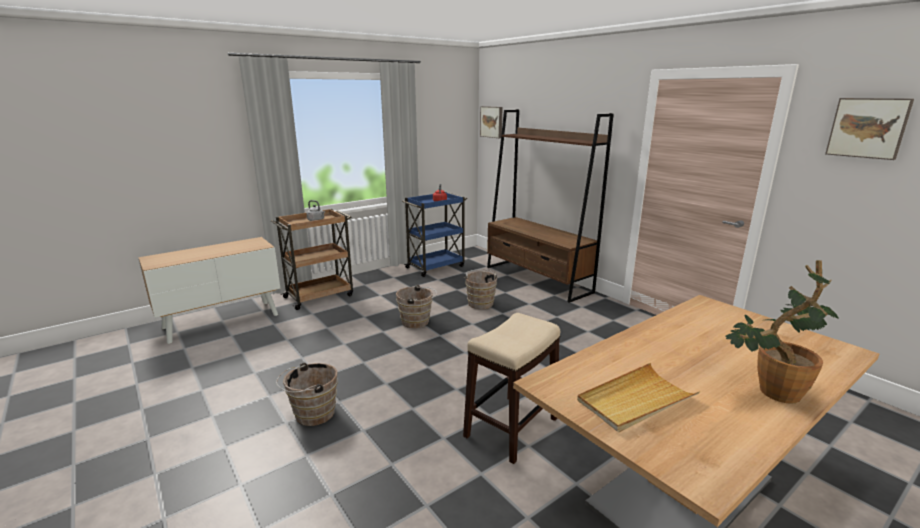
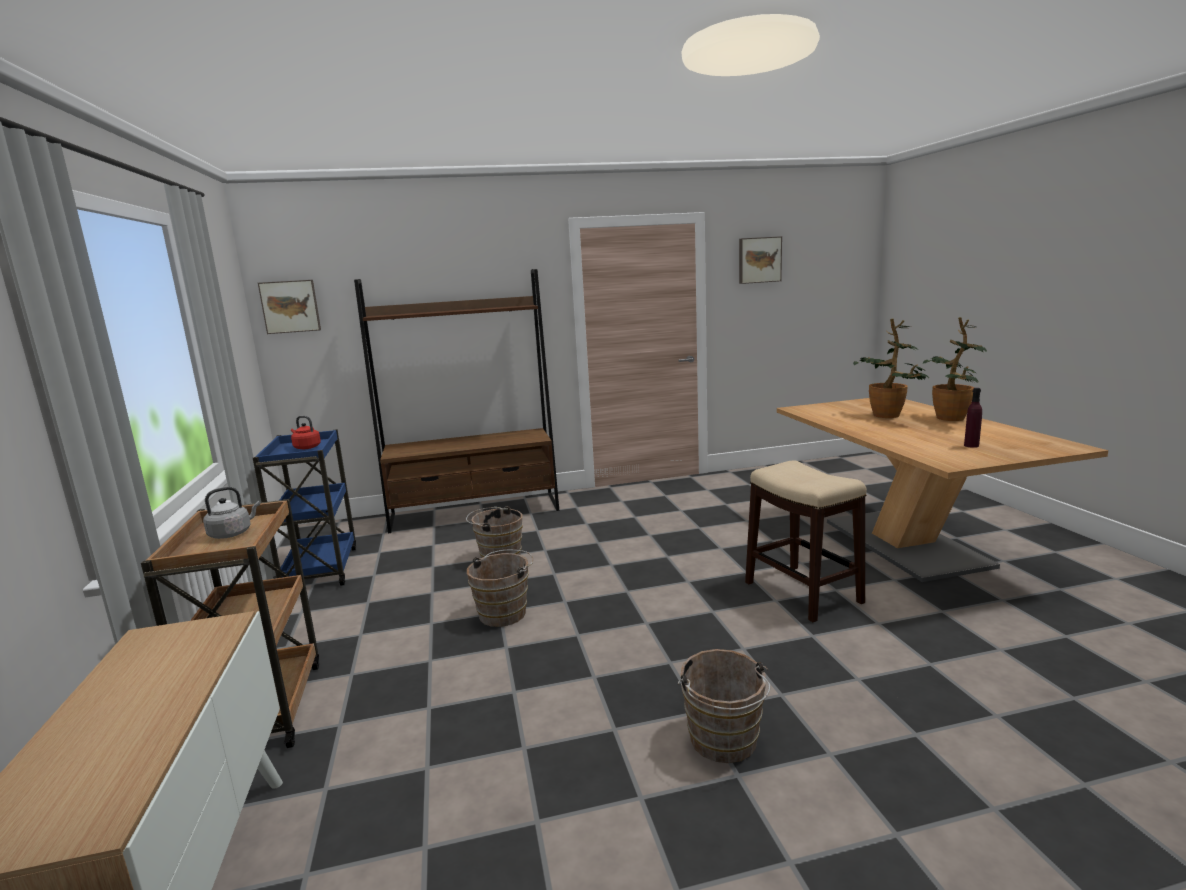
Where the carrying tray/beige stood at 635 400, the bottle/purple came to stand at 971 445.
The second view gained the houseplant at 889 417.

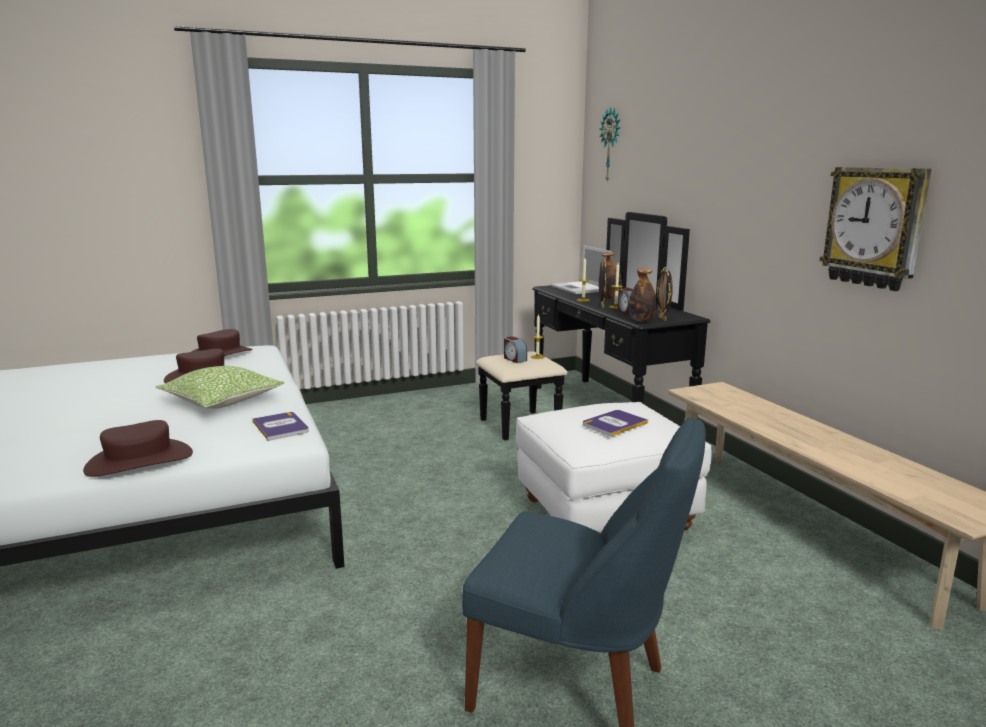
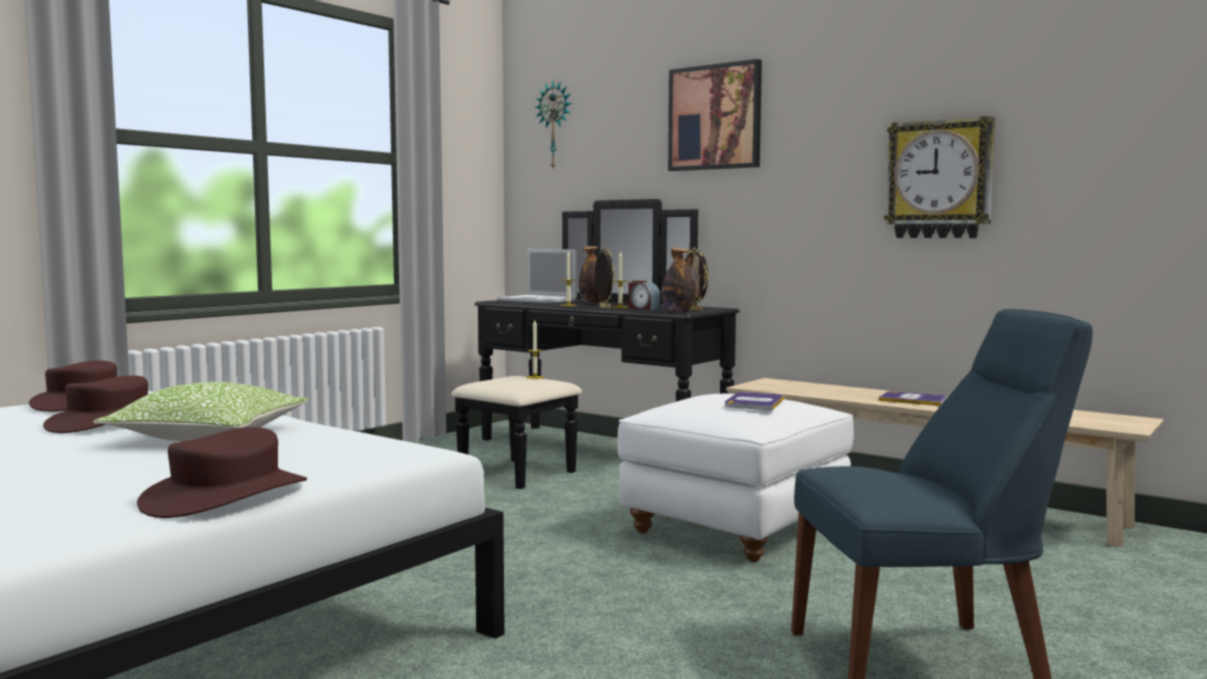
The second view lost the alarm clock at 514 359.
The bound book ended up elsewhere, having gone from 280 427 to 913 400.
The second view gained the wall art at 715 117.

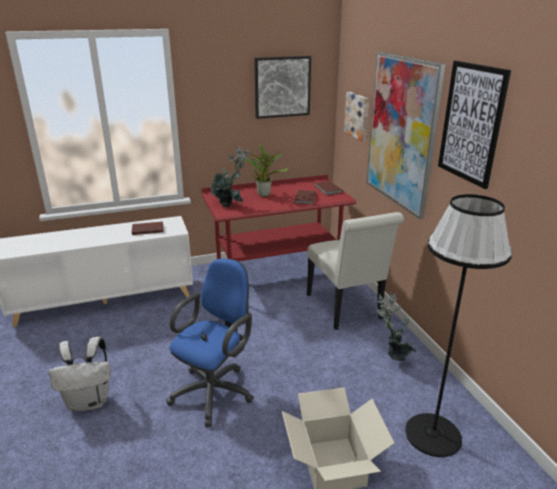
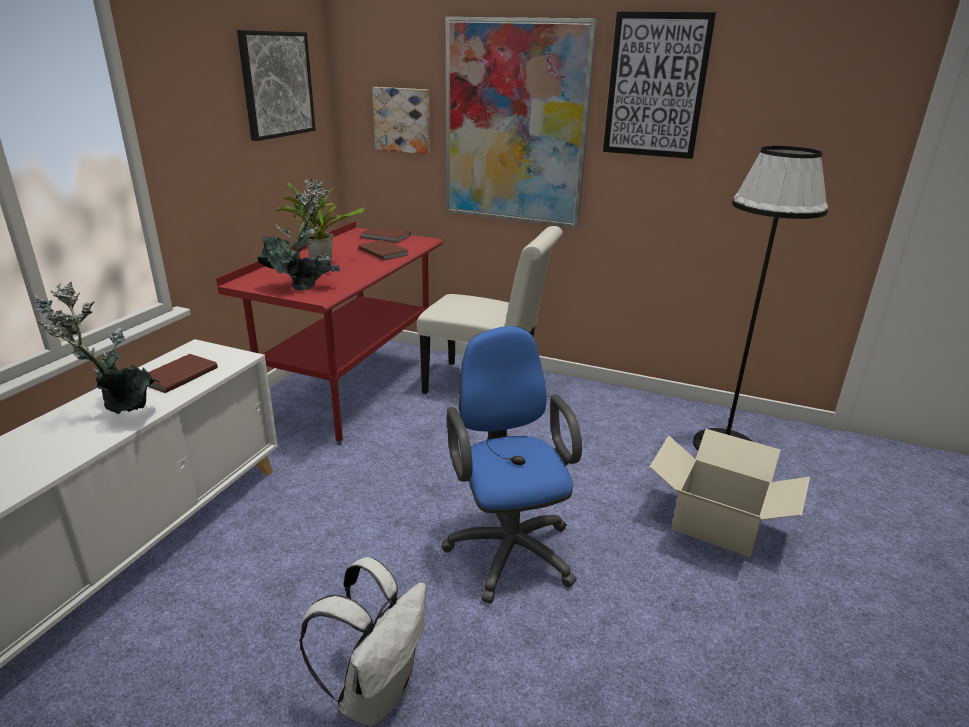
The houseplant ended up elsewhere, having gone from 394 356 to 121 413.

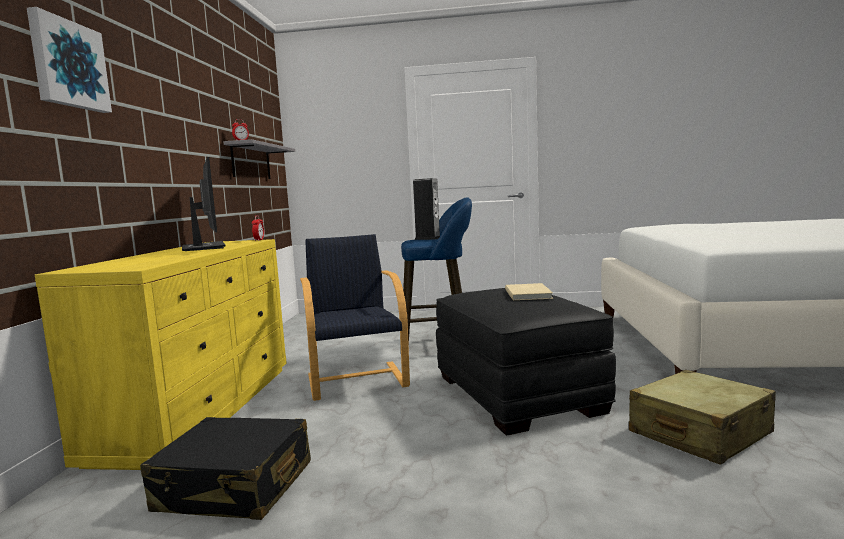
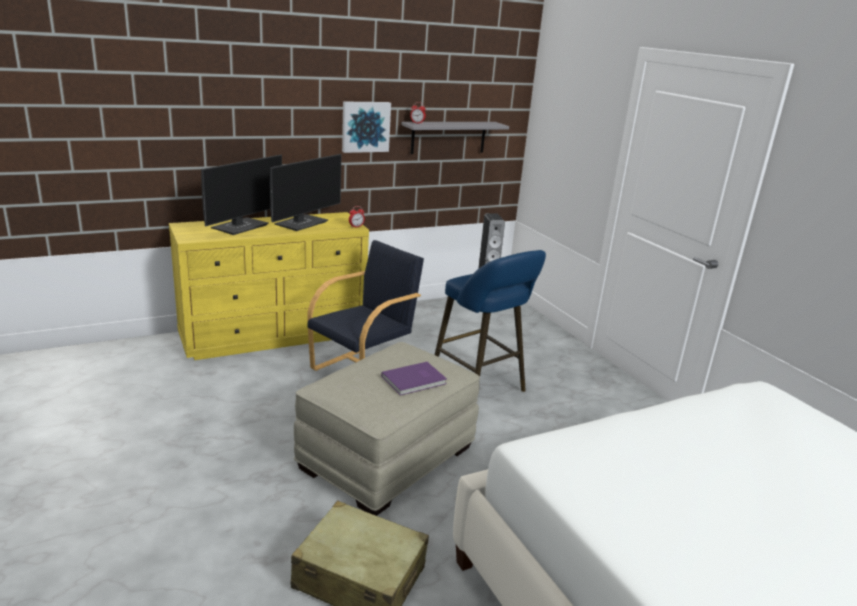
The wall art ended up elsewhere, having gone from 68 65 to 365 126.
What was the bound book/beige at 529 293 turned into the bound book/purple at 415 380.
What was the pouffe/black-coloured at 516 393 turned into the pouffe/beige at 387 457.
The second view lost the suitcase/black-coloured at 235 487.
The second view gained the monitor at 241 226.

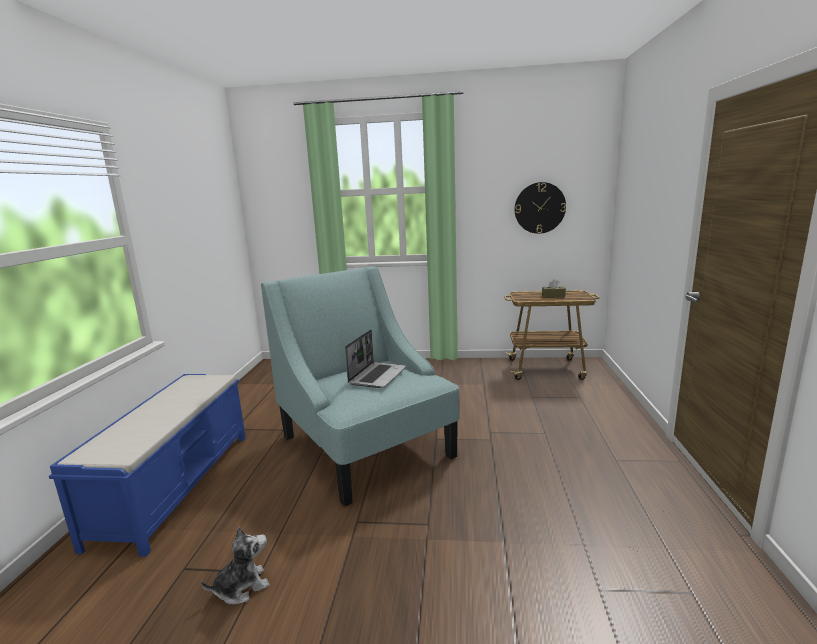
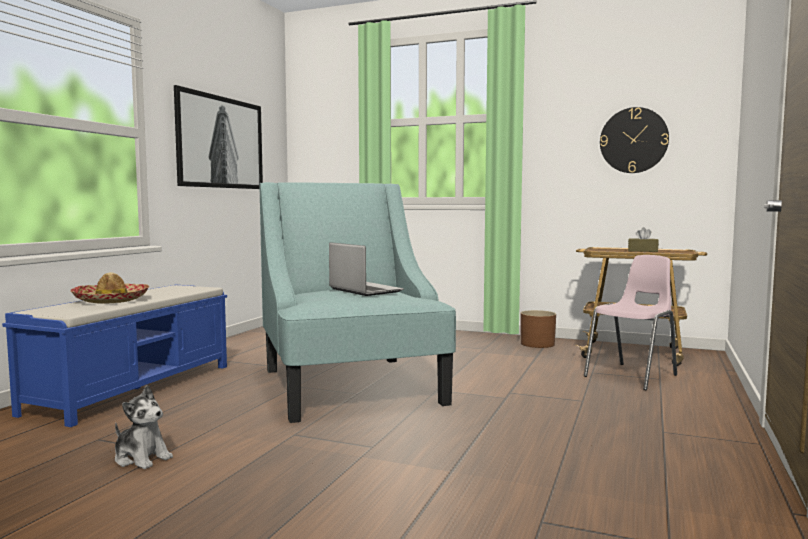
The notebook computer at 377 376 ended up facing another way, 75 degrees counterclockwise from before.
The cuddly toy at 242 587 ended up facing another way, 45 degrees clockwise from before.
The second view gained the wall art at 221 142.
The second view gained the upright chair/pink at 632 376.
The second view gained the wearable hat at 111 300.
The second view gained the planter/brown at 537 344.

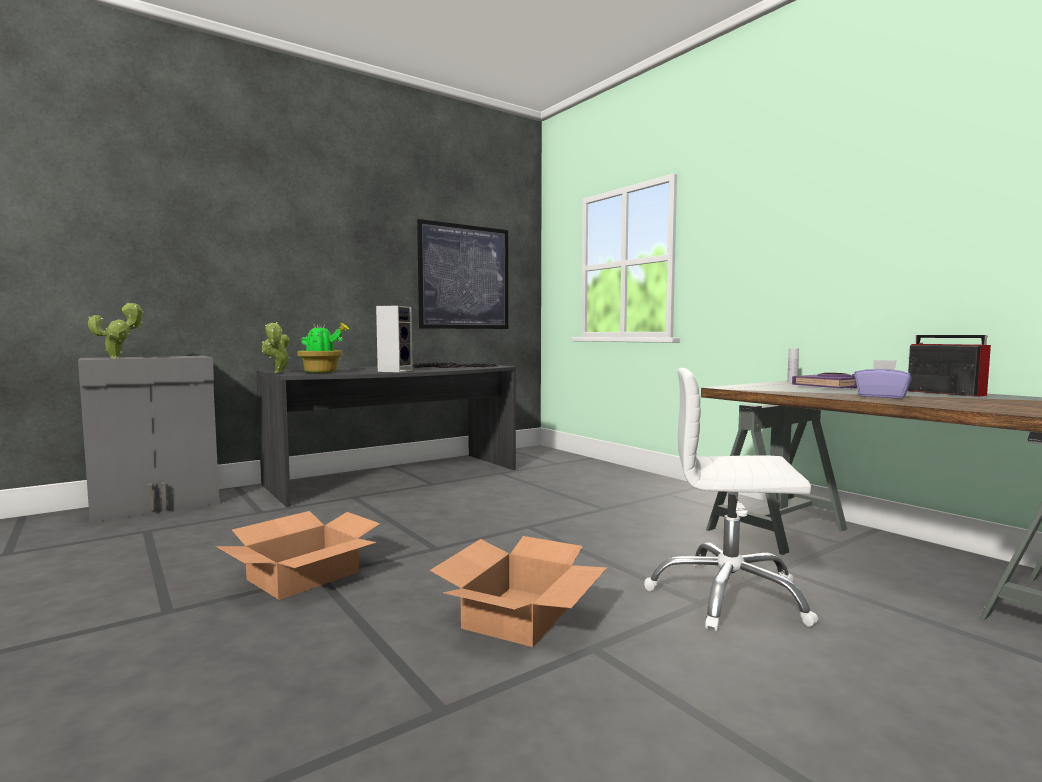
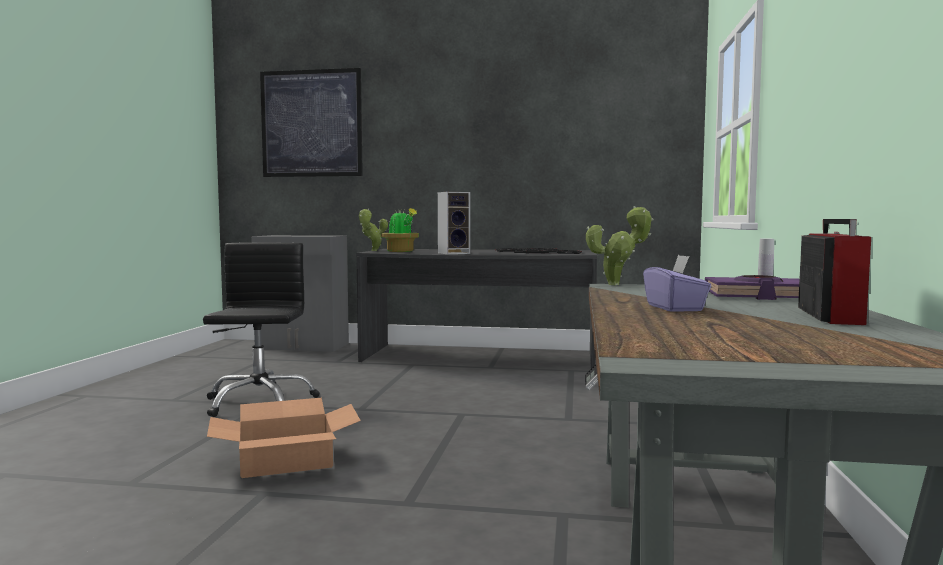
The wall art ended up elsewhere, having gone from 464 277 to 311 123.
The houseplant ended up elsewhere, having gone from 119 358 to 617 284.
The second view lost the computer chair/white-coloured at 728 596.
Where the carton stood at 304 576, the computer chair/black-coloured came to stand at 259 402.

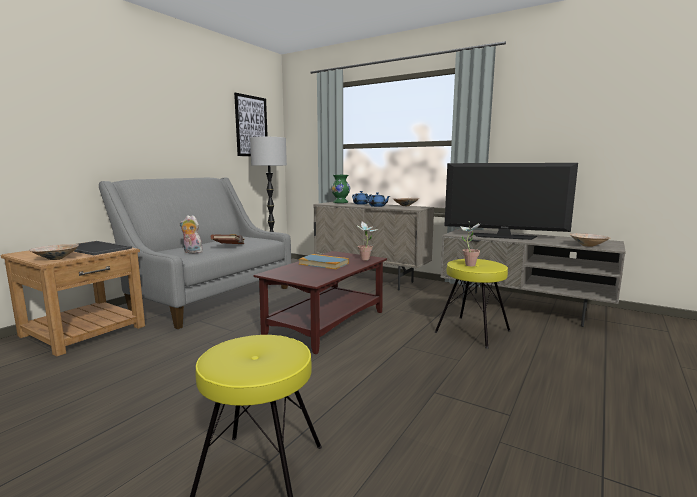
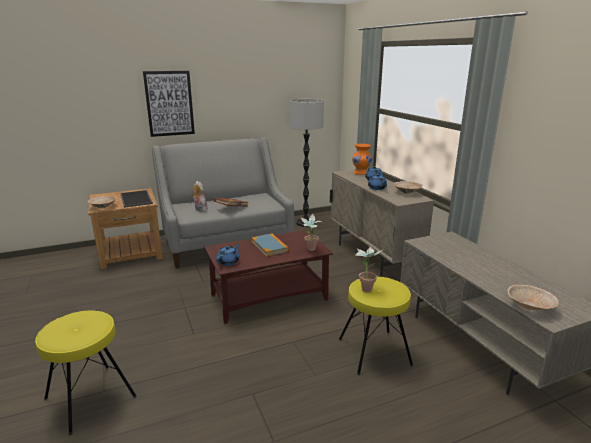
The wall art ended up elsewhere, having gone from 251 126 to 169 103.
The second view lost the TV at 503 236.
What was the flower vase/green at 340 202 turned into the flower vase/orange-coloured at 360 173.
The second view gained the pot for tea/bluish at 228 262.

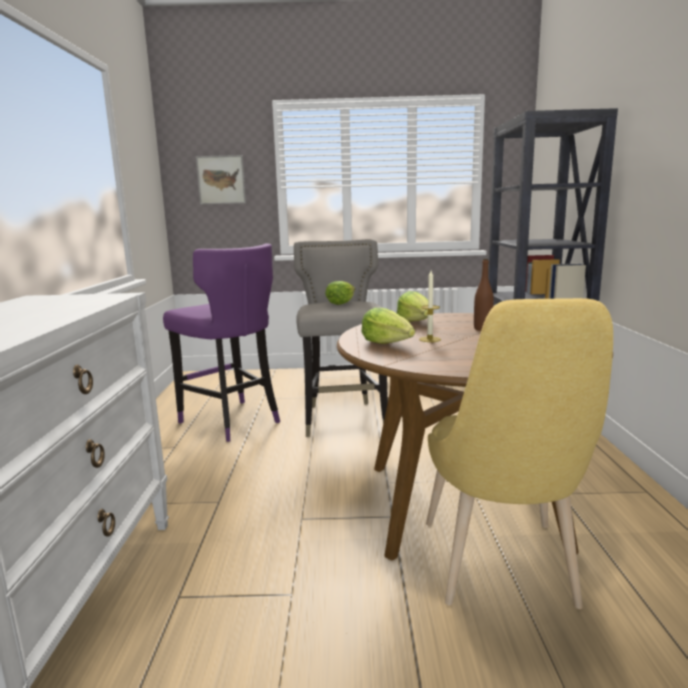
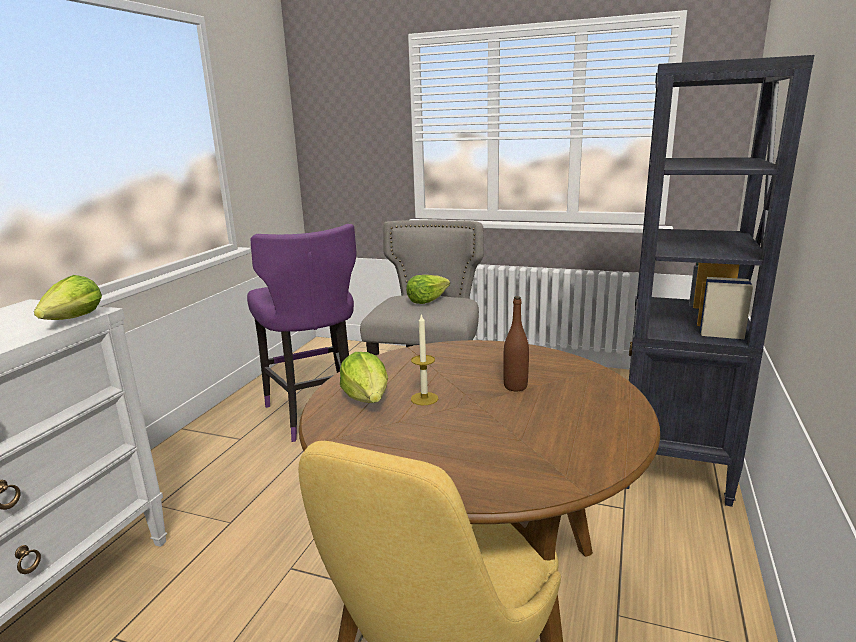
The second view lost the wall art at 221 180.
The head of lettuce ended up elsewhere, having gone from 416 322 to 74 319.

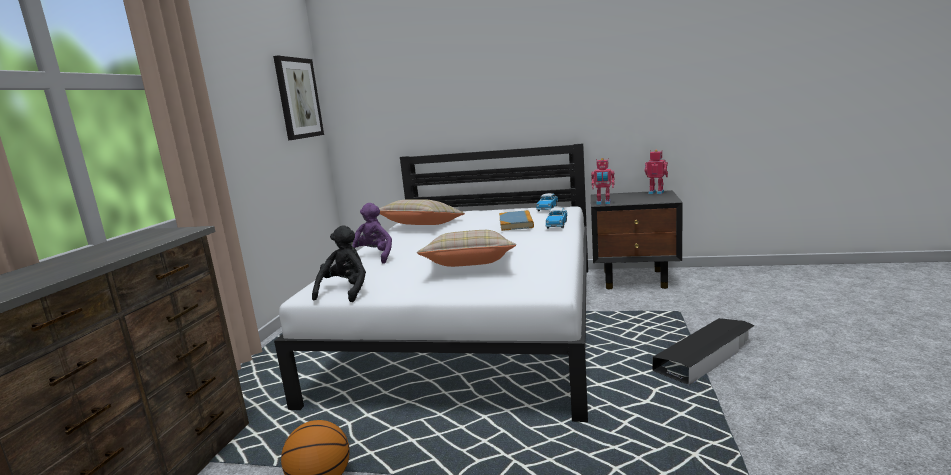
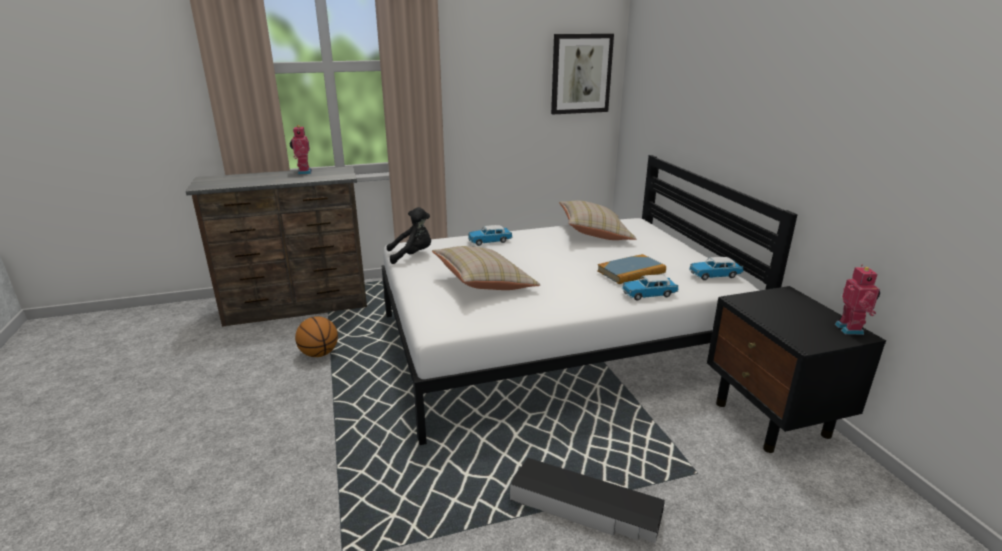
The robot figure ended up elsewhere, having gone from 603 203 to 303 172.
Where the cuddly toy/purple stood at 372 257, the model car came to stand at 489 241.

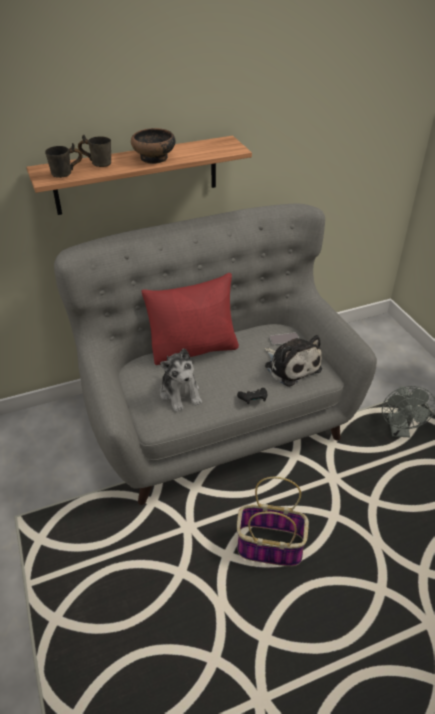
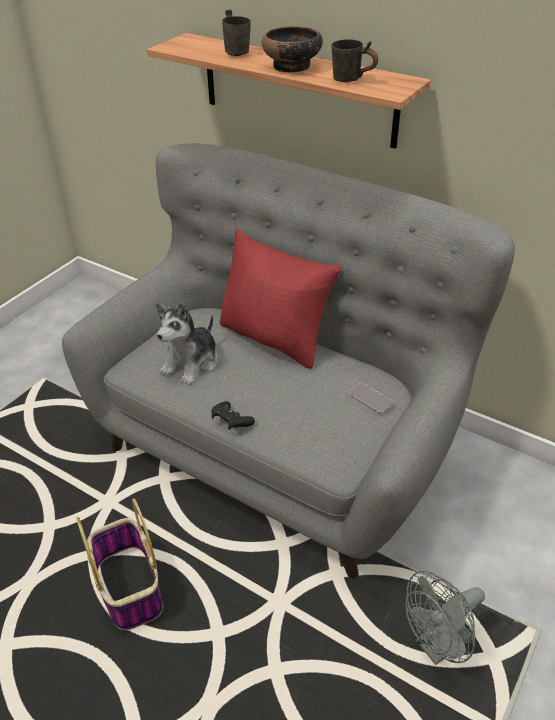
The mug/gray ended up elsewhere, having gone from 67 175 to 350 82.
The second view lost the cuddly toy at 291 366.

